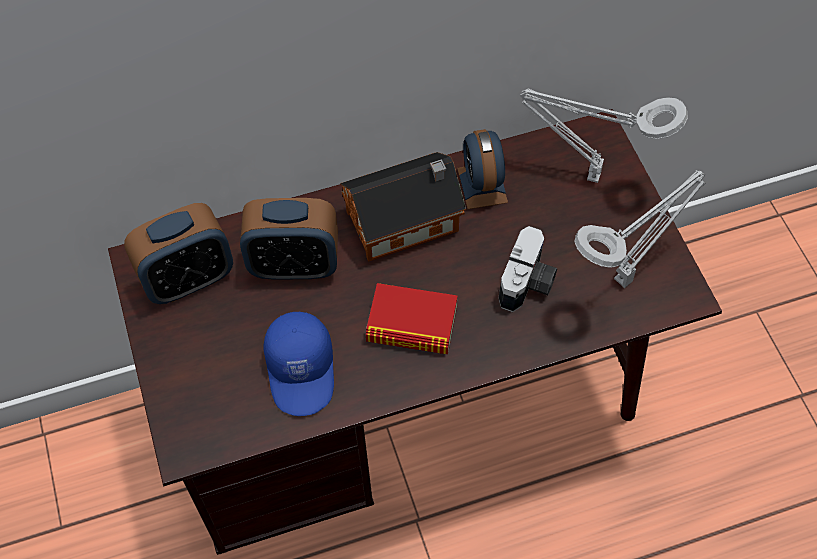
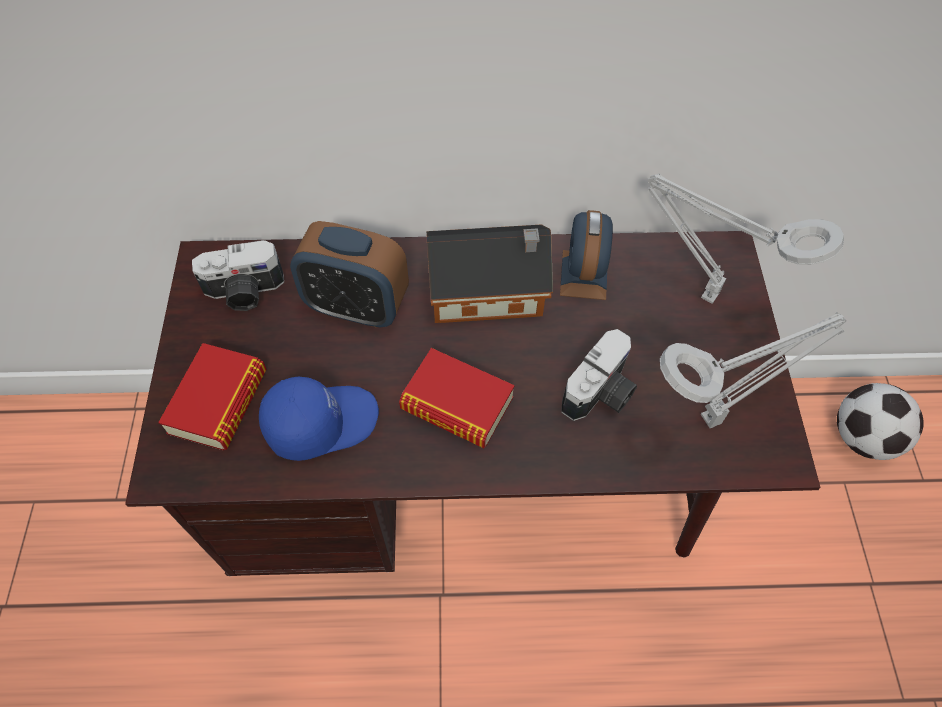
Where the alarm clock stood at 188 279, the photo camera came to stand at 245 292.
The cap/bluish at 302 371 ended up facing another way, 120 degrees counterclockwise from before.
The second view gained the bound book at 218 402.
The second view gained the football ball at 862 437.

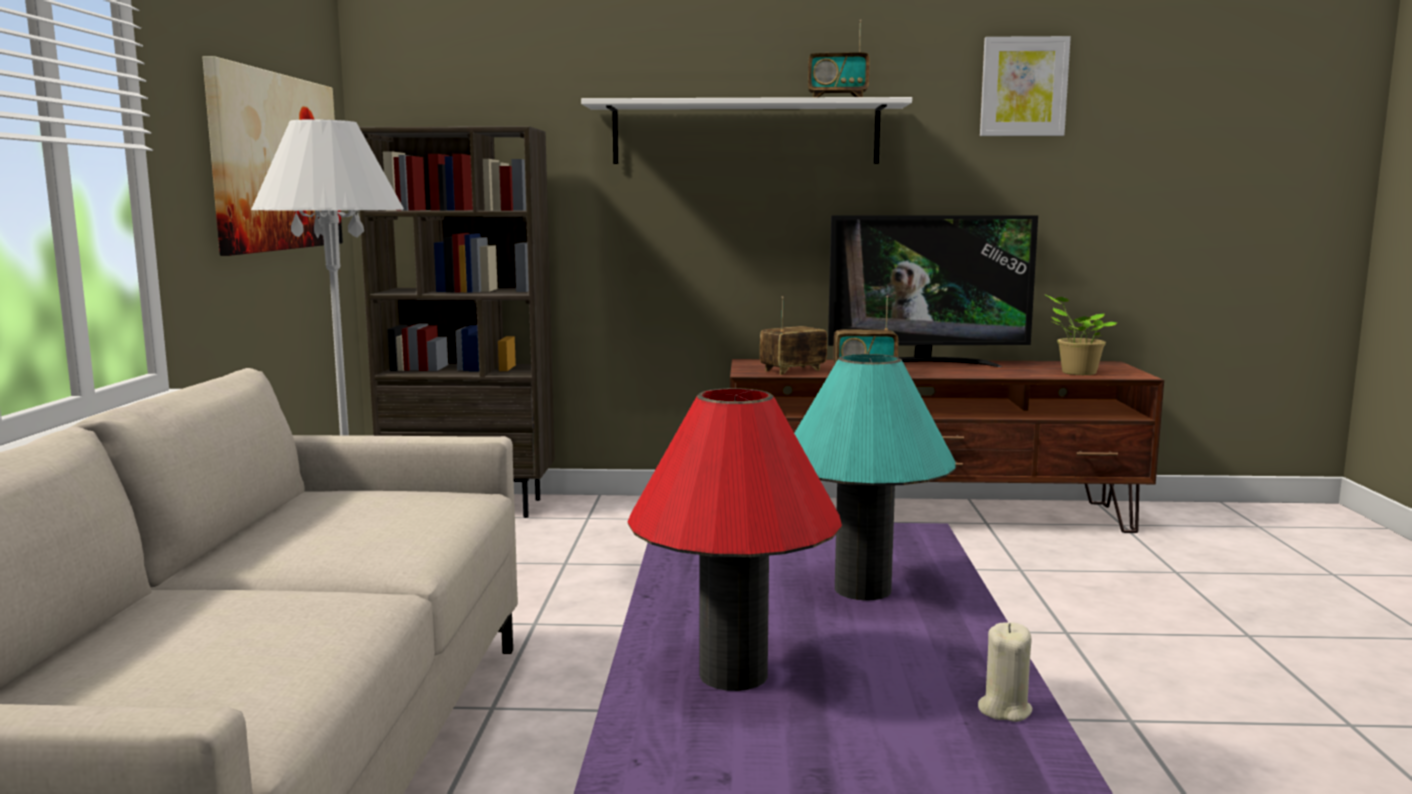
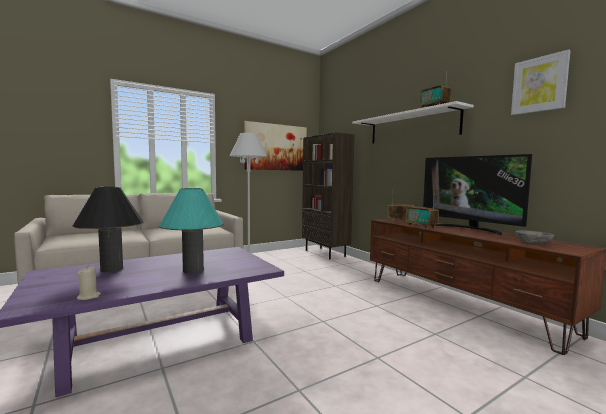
Where the houseplant stood at 1076 372, the serving bowl/gray came to stand at 533 244.
What was the tabletop lamp/reddish at 733 675 turned into the tabletop lamp/black-coloured at 111 269.

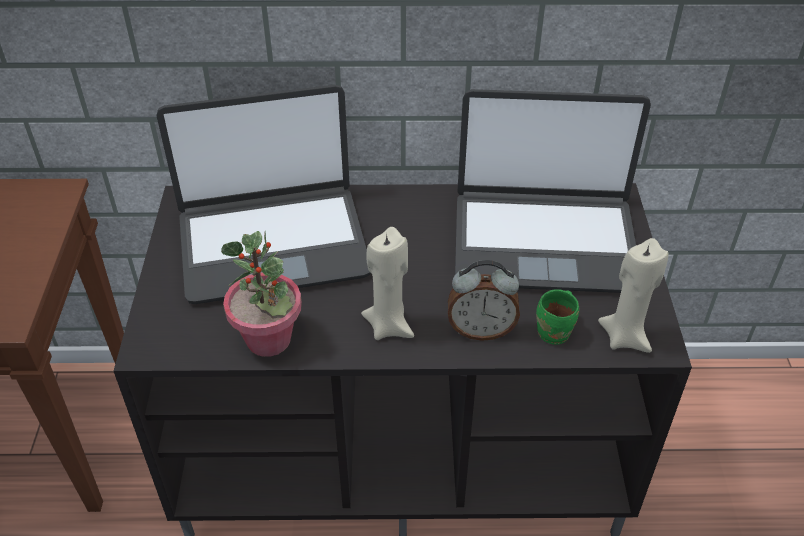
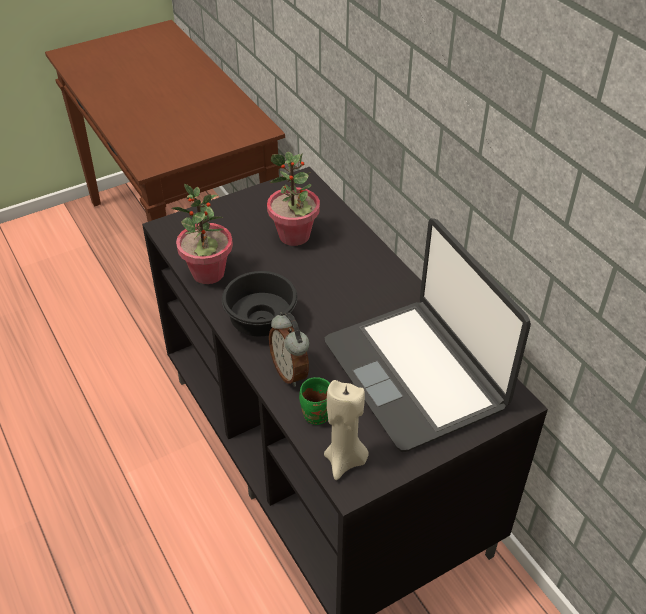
Where the notebook computer stood at 272 243, the houseplant came to stand at 294 236.
Where the candle/beige stood at 389 326, the serving bowl/black-coloured came to stand at 260 323.

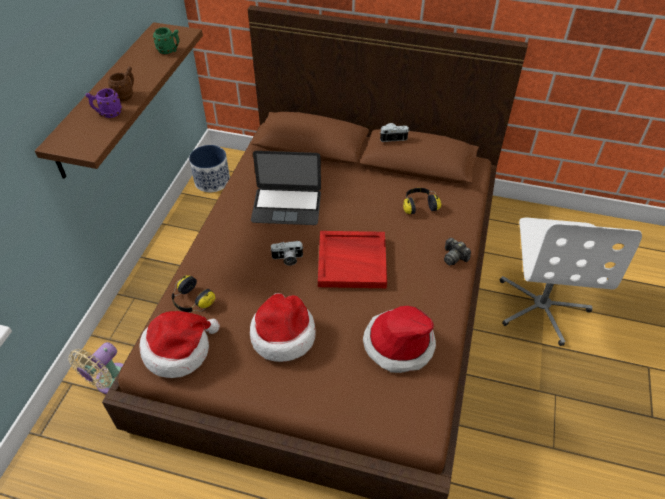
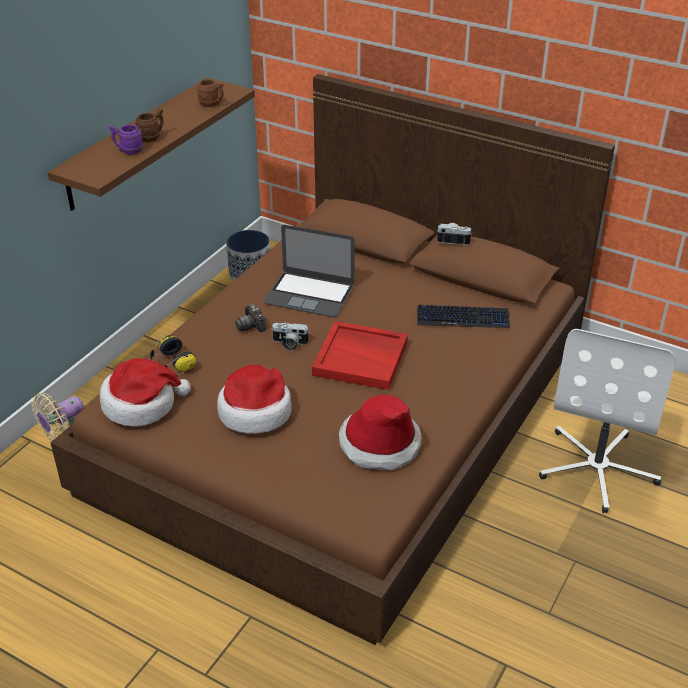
What was the mug/green at 169 51 turned into the mug/brown at 212 105.
Where the headphones stood at 419 206, the PC keyboard came to stand at 462 318.
The photo camera ended up elsewhere, having gone from 454 257 to 251 326.

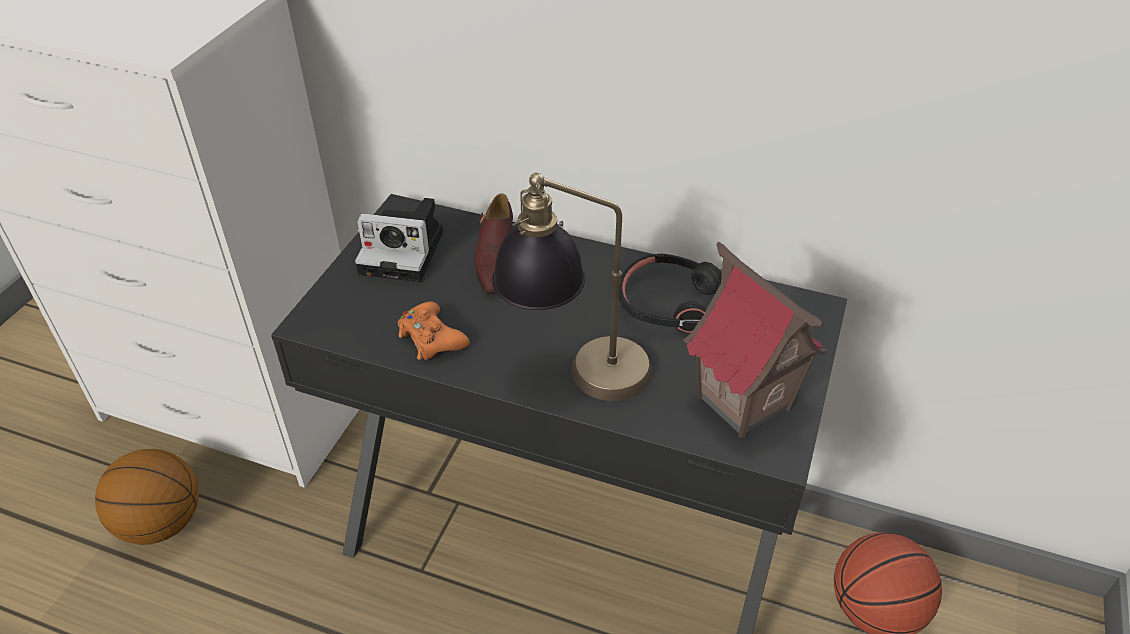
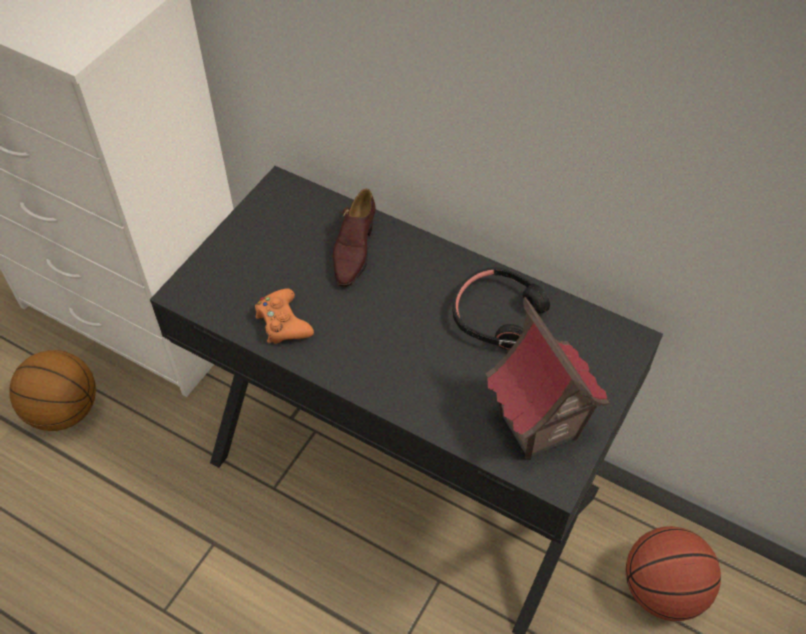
The second view lost the tabletop lamp at 575 372.
The second view lost the photo camera at 405 252.

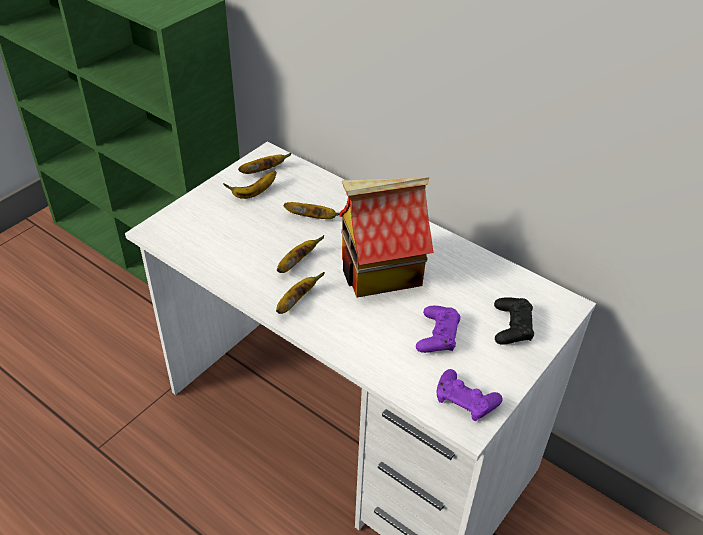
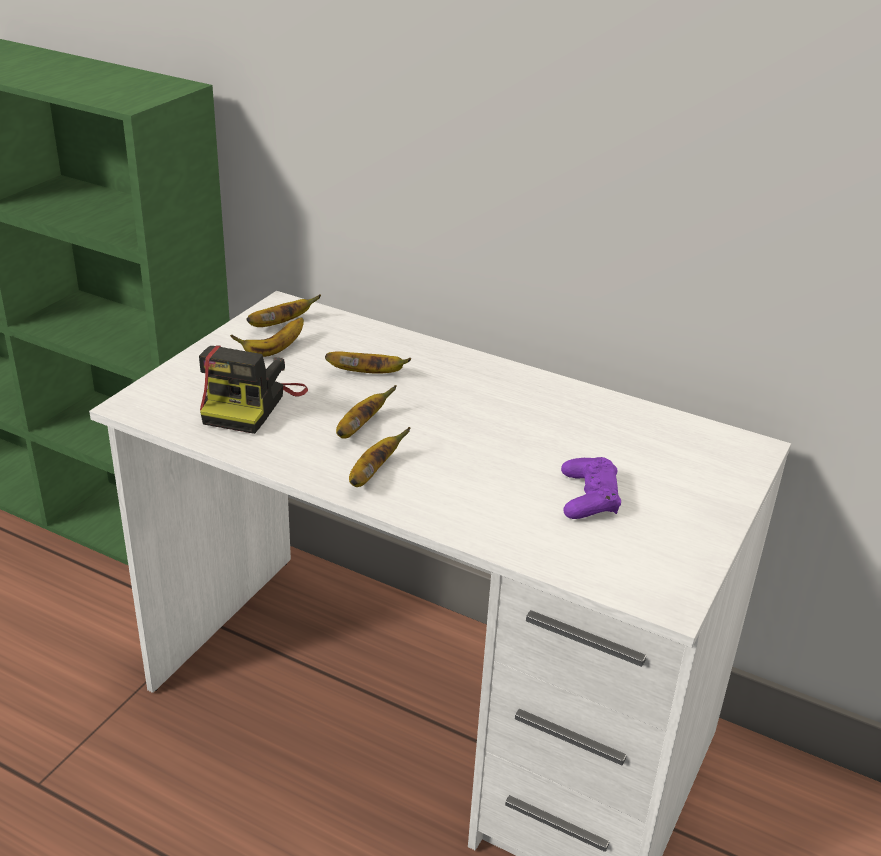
The second view lost the toy house at 380 273.
The second view lost the game controller/black-coloured at 512 326.
The second view lost the game controller/purple at 465 400.
The second view gained the photo camera at 251 404.

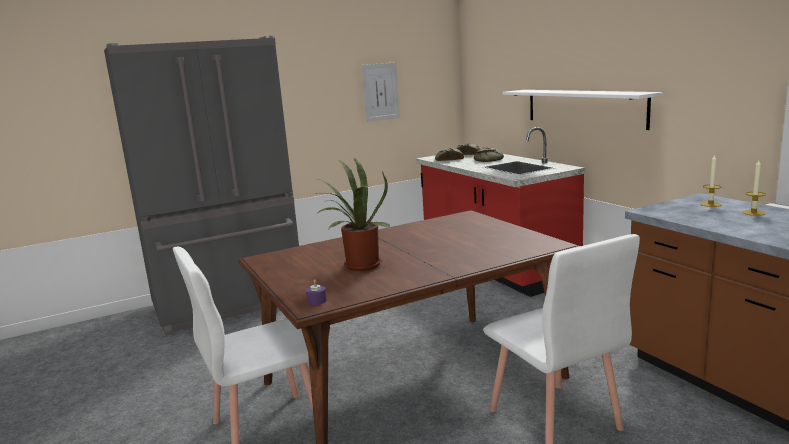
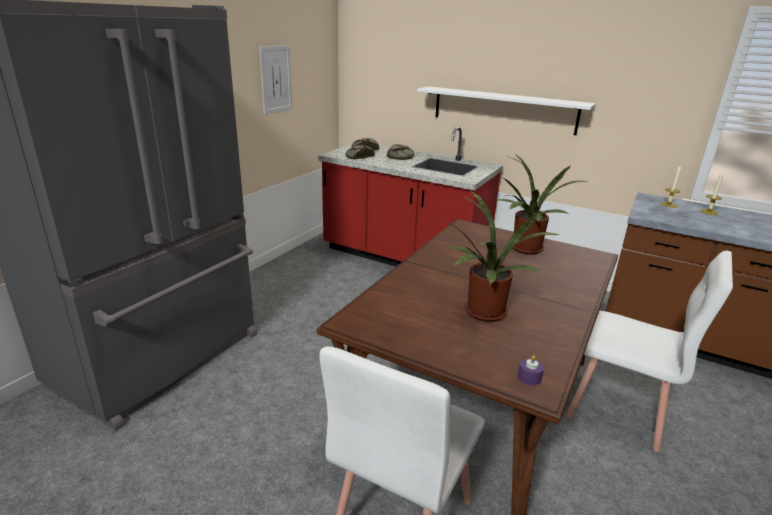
The second view gained the houseplant at 525 250.

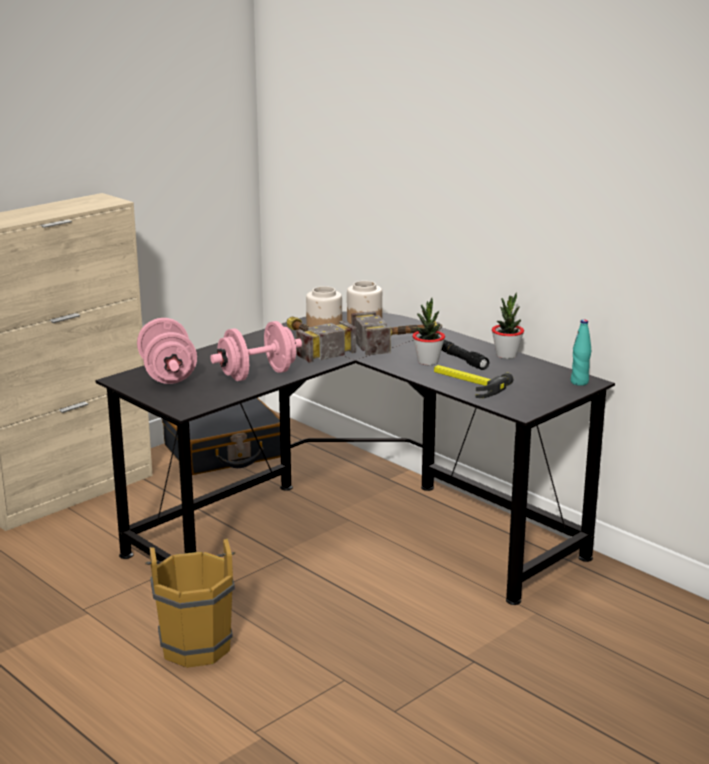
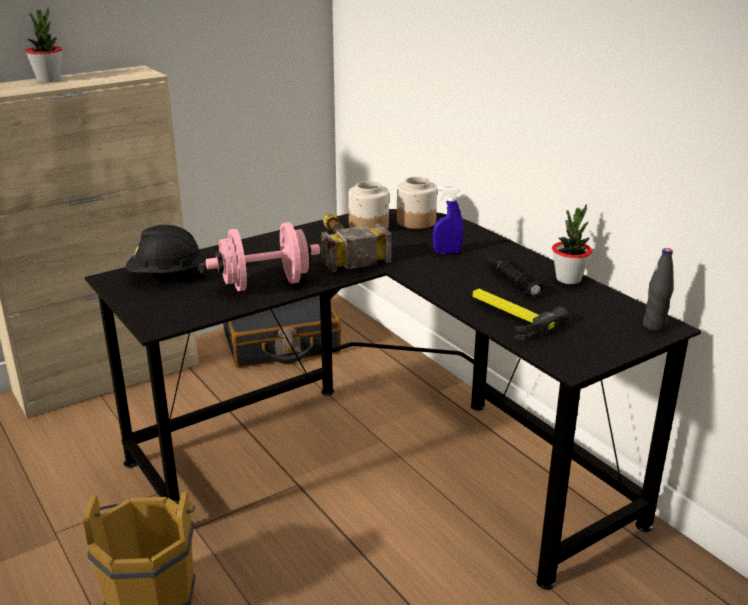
The houseplant ended up elsewhere, having gone from 428 361 to 49 79.
Where the hand hammer stood at 400 342, the sprayer/bluish came to stand at 447 252.
Where the hand weight/pink stood at 168 374, the safety helmet/black-coloured came to stand at 166 275.
What was the bottle/blue-green at 579 382 turned into the bottle/black-coloured at 654 326.

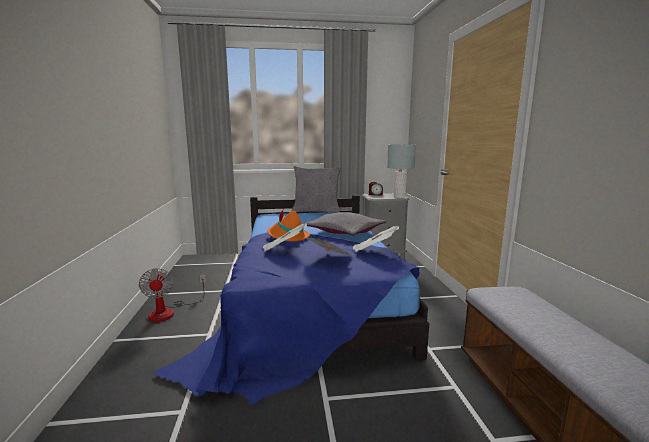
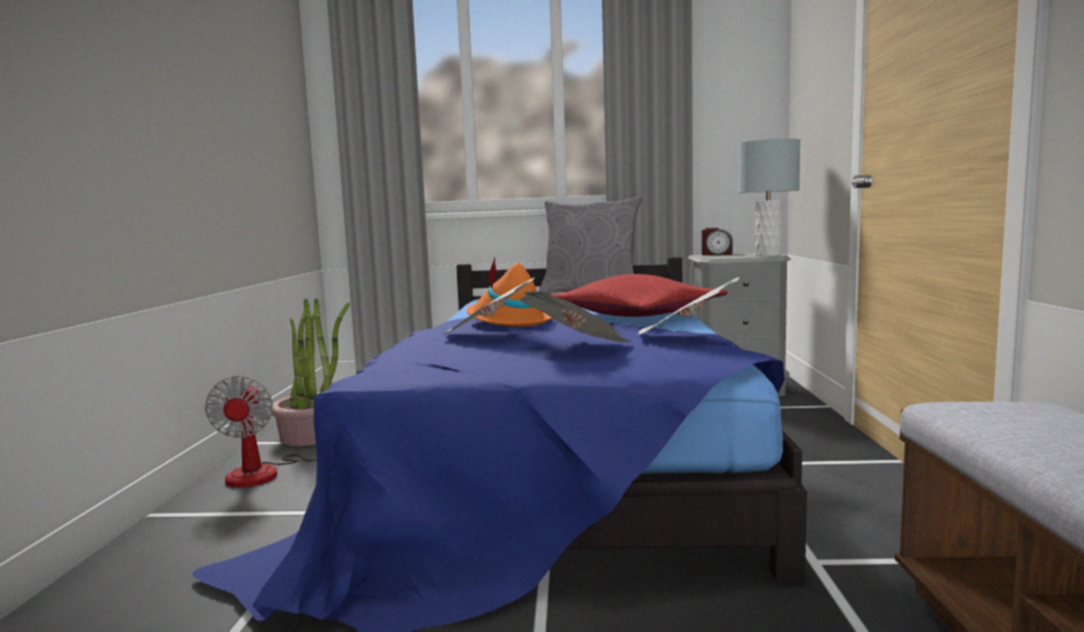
What was the cushion/gray at 344 232 turned into the cushion/reddish at 635 315.
The second view gained the houseplant at 313 435.

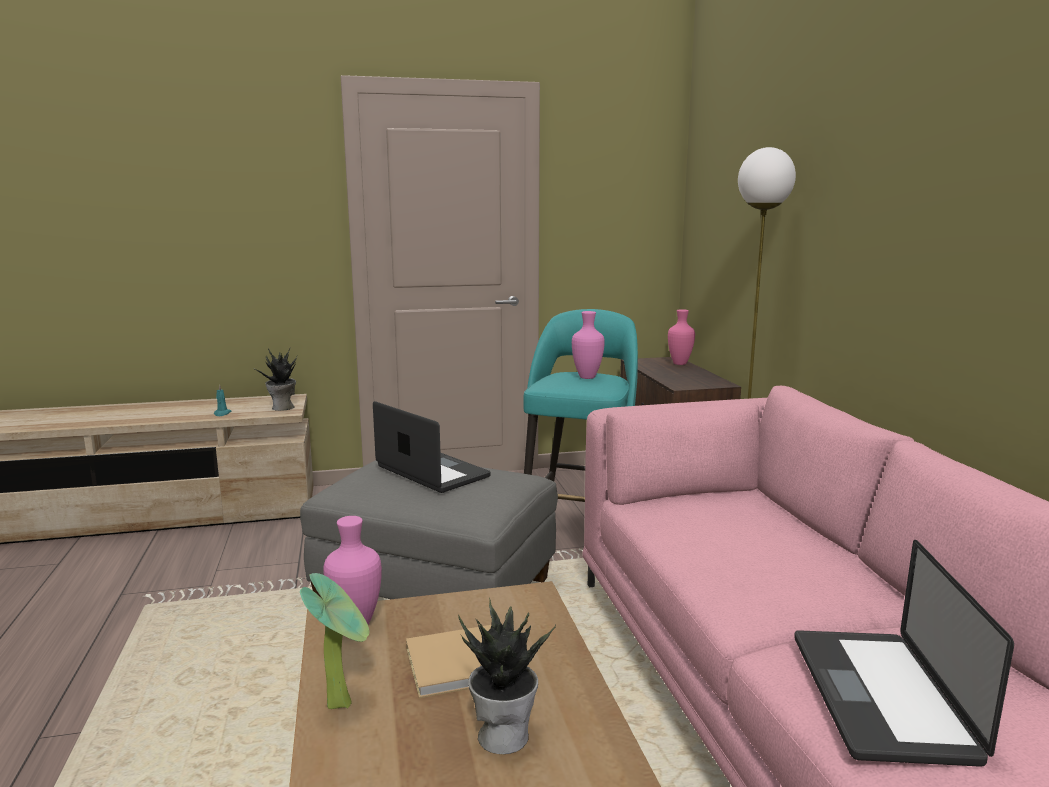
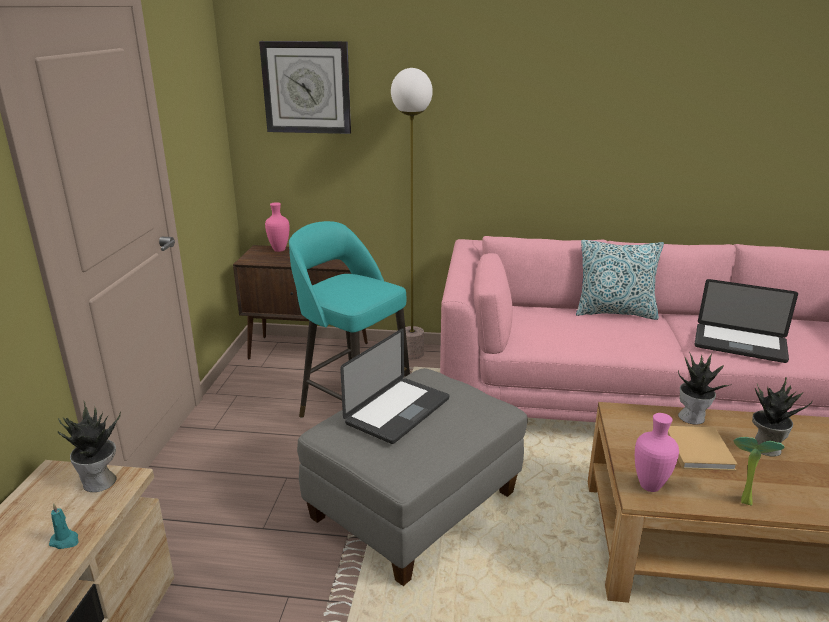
The second view lost the flower vase/pink at 588 377.
The notebook computer at 432 472 ended up facing another way, 150 degrees clockwise from before.
The second view gained the hanging clock at 306 87.
The second view gained the cushion at 615 312.
The second view gained the houseplant at 692 417.

